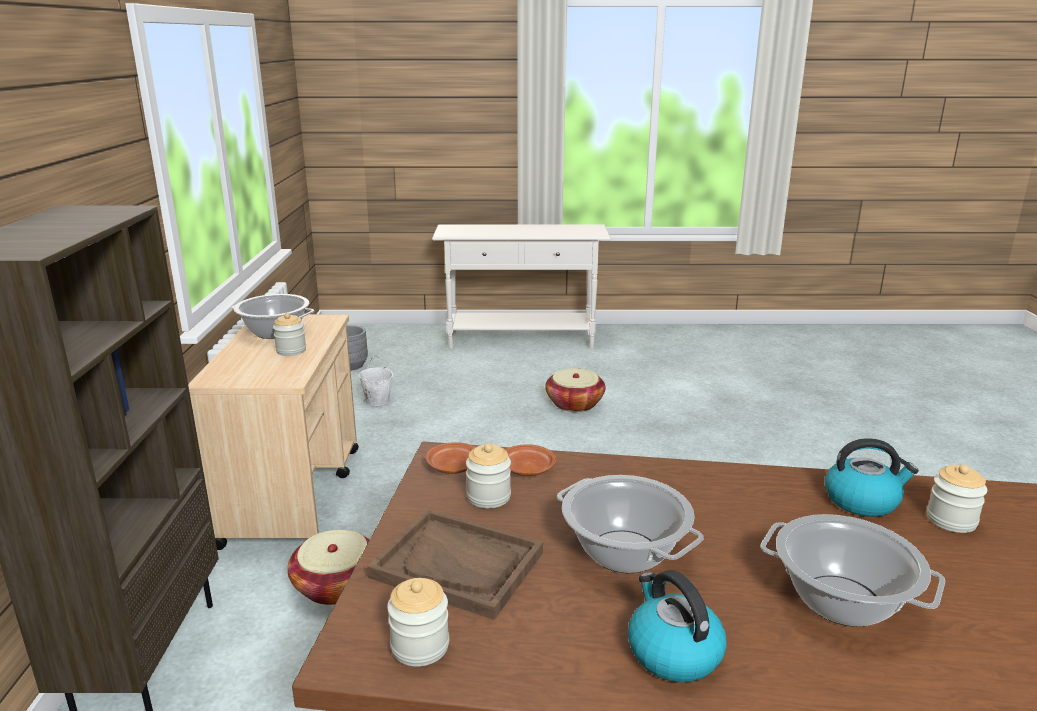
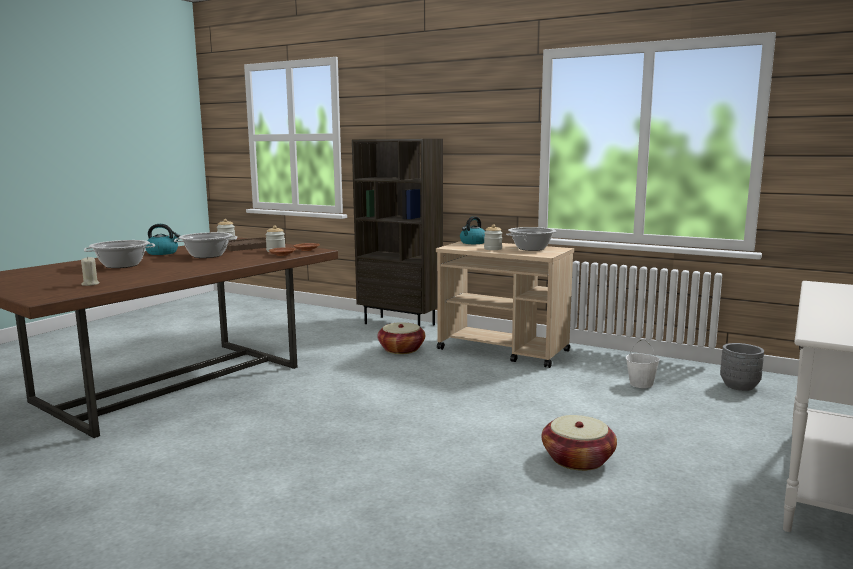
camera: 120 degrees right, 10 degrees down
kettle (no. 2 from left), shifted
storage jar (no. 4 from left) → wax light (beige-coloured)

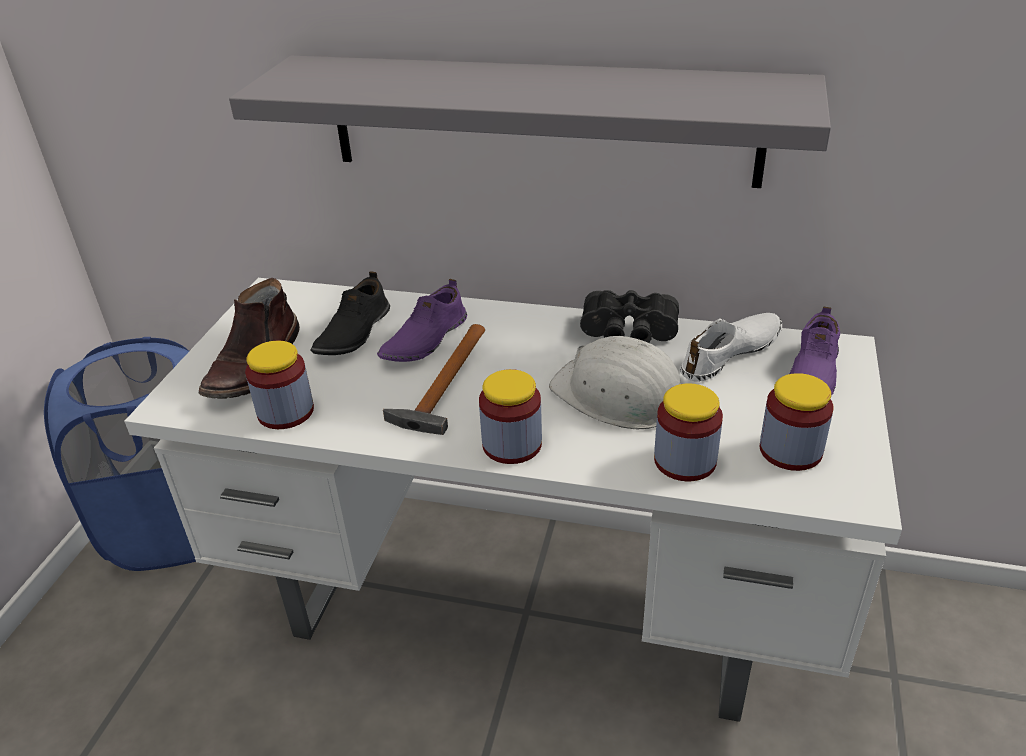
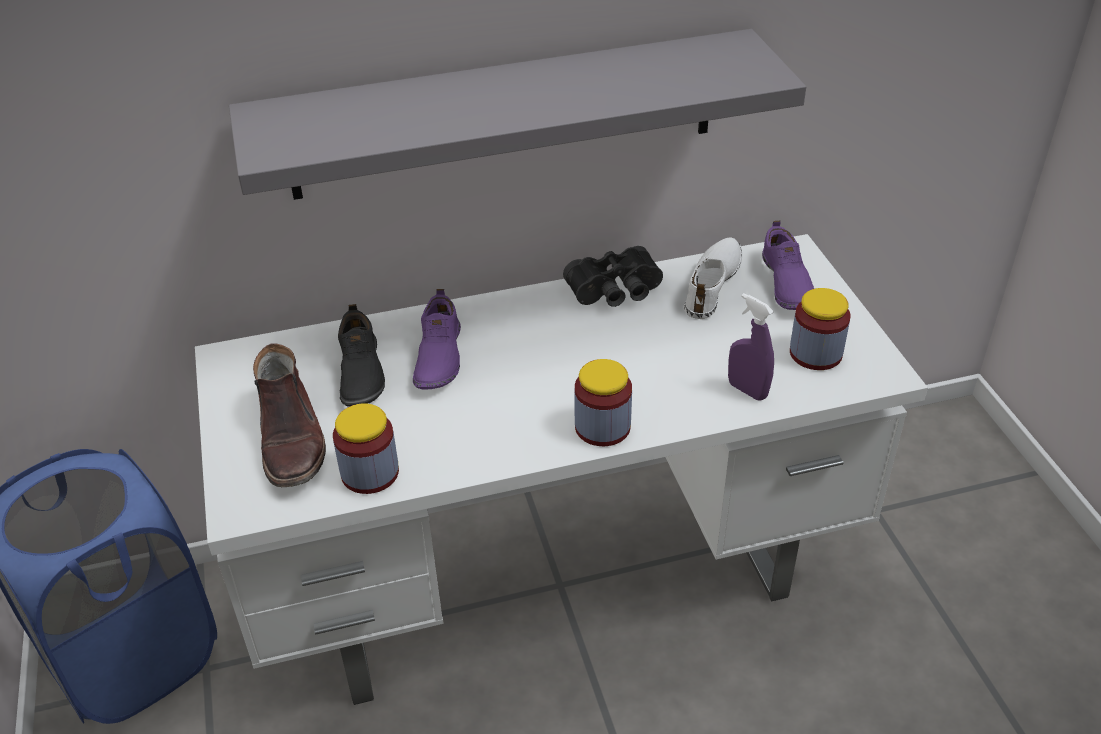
camera: 30 degrees left, 5 degrees up
tool hammer → -
work helmet (whitish) → -
storage jar (no. 3 from left) → spray bottle (purplish)

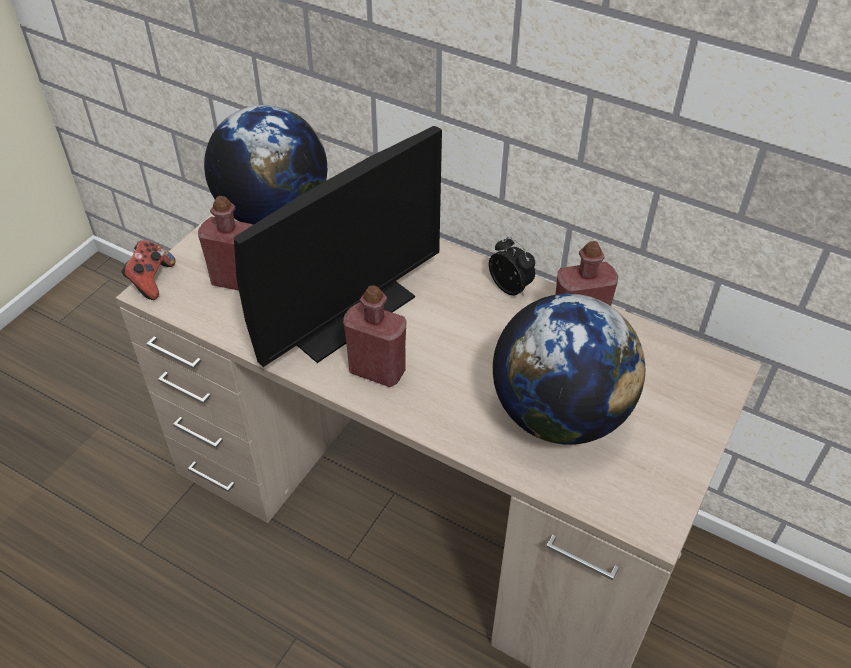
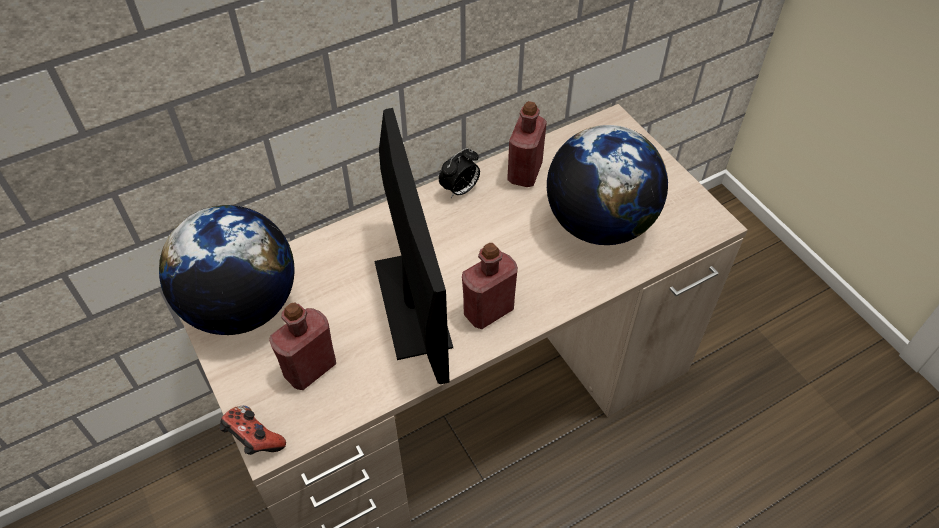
camera: 60 degrees left, 5 degrees up
alarm clock, 150 degrees clockwise

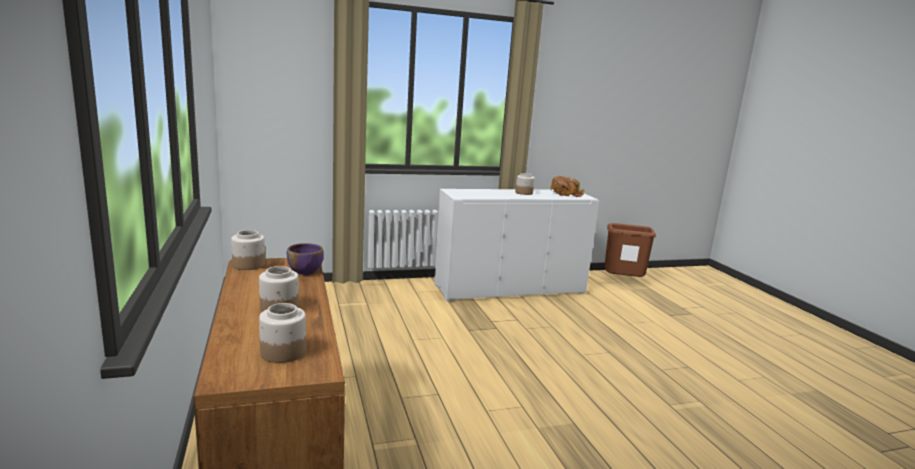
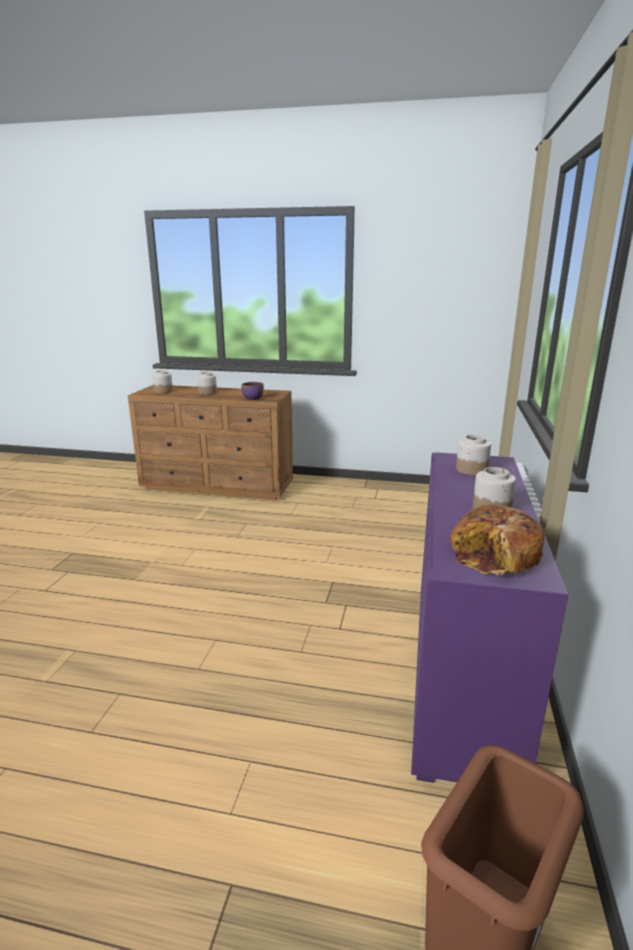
camera: 120 degrees right, 5 degrees up
storage jar (no. 1 from left in the first image) → storage jar (no. 3 from left), shifted
storage cabinet (whitish) → storage cabinet (purplish)

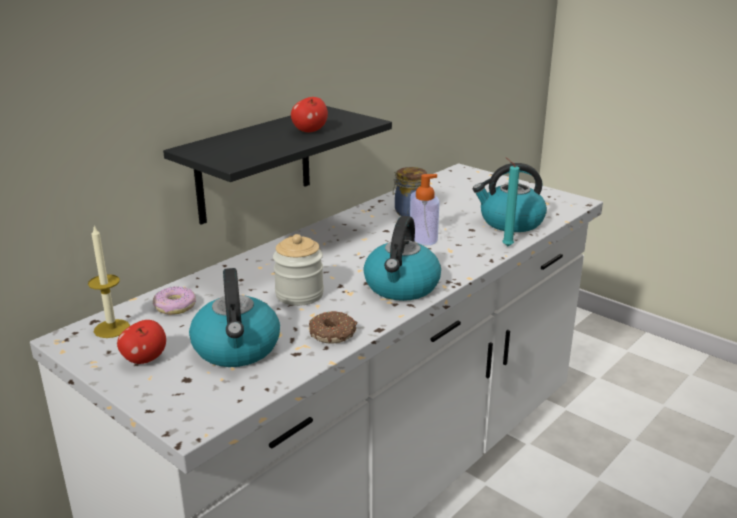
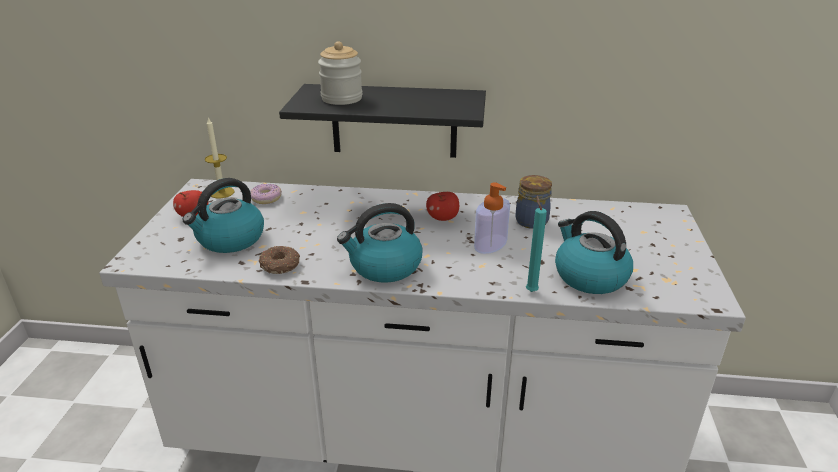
camera: 55 degrees right, 5 degrees up
storage jar (no. 1 from left), shifted
apple (no. 2 from left), shifted

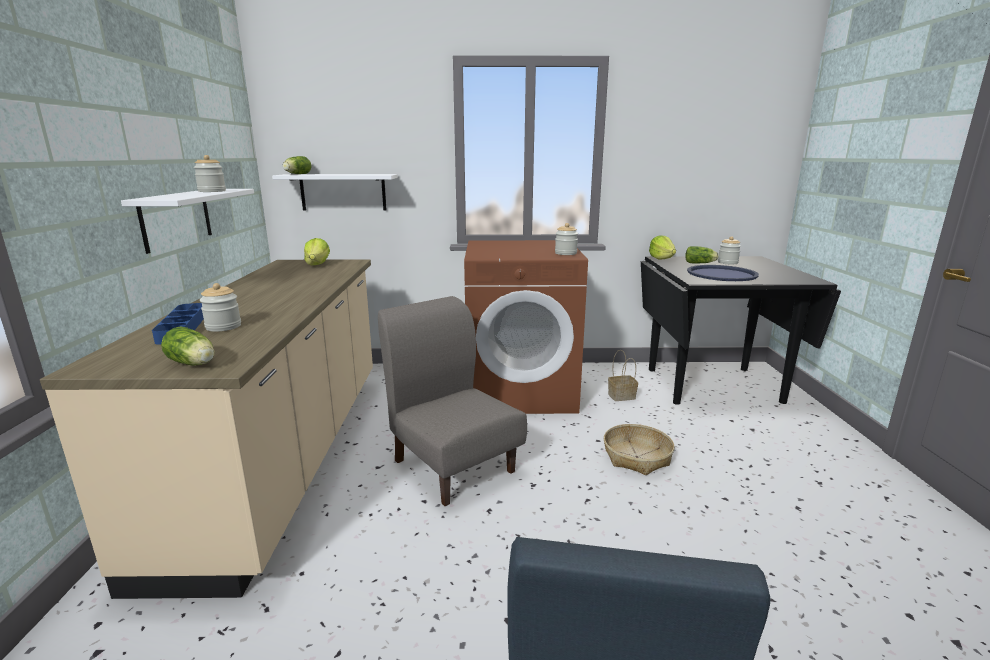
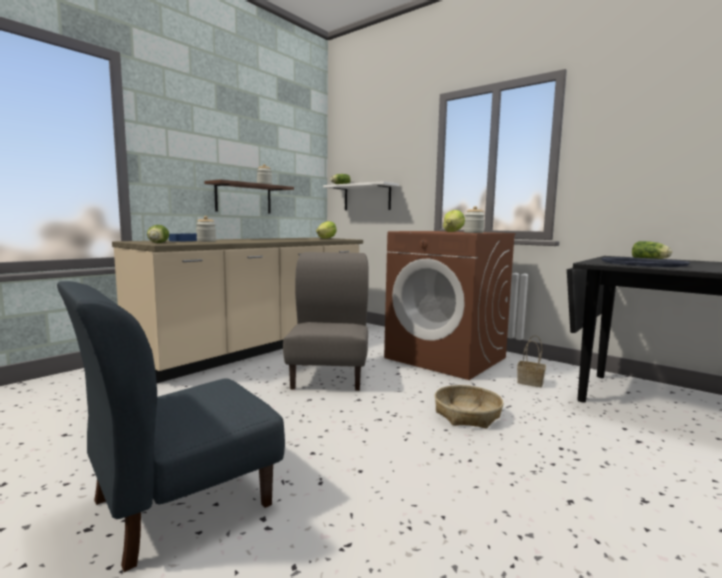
camera: 40 degrees right, 10 degrees down
storage jar (no. 4 from left) → -
lettuce head (no. 4 from left), shifted
bracket shelf (whitish) (no. 1 from left) → bracket shelf (brown)

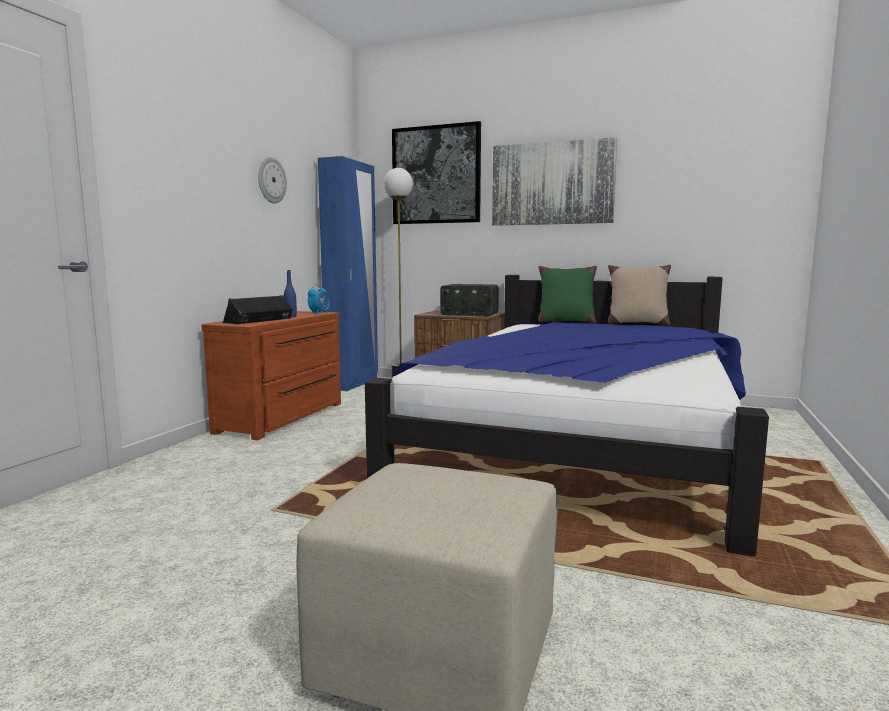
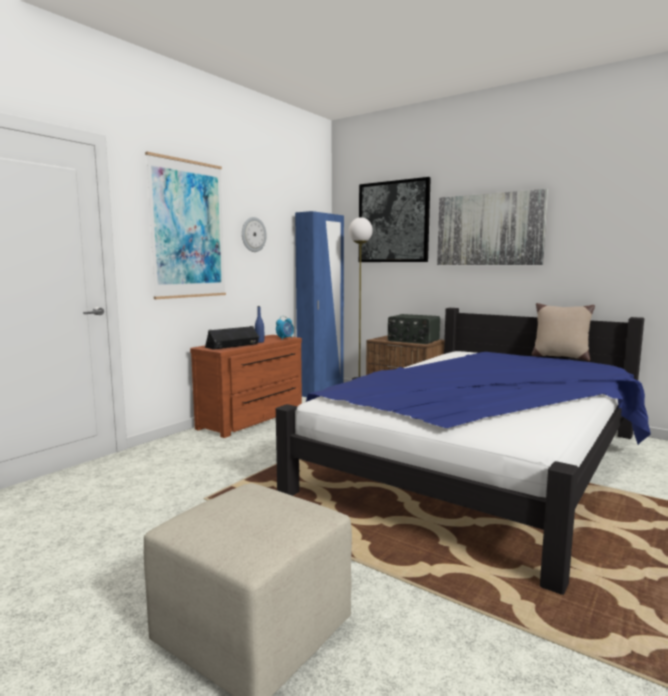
camera: 15 degrees right, 0 degrees up
pillow (green) → -
- → wall picture (no. 1 from left)

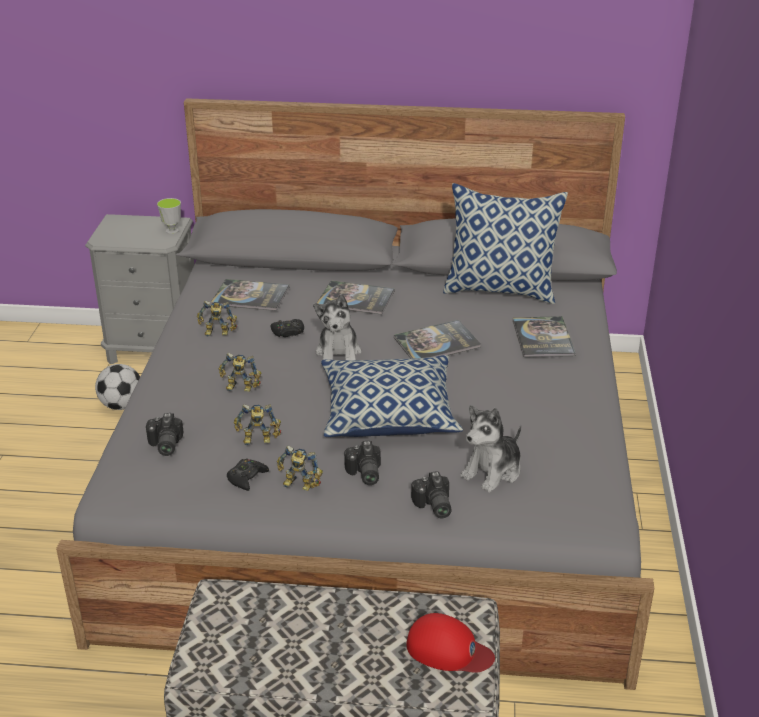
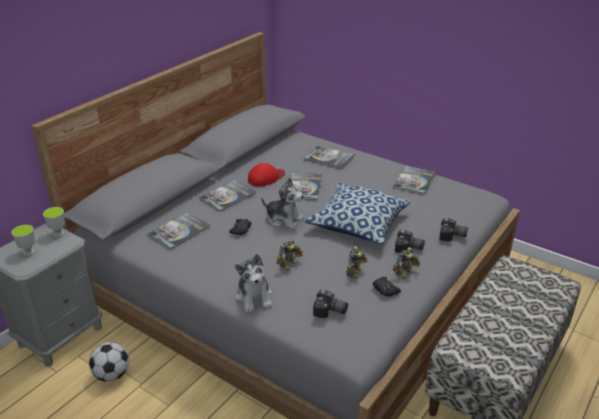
camera: 60 degrees left, 0 degrees up
model robot (no. 1 from left) → -
pillow (no. 2 from left) → -
- → small cup (no. 1 from left)
- → volume (no. 5 from left)
peaked cap (reddish), shifted
plush toy (no. 2 from left in the first image) → plush toy (no. 1 from left), shifted

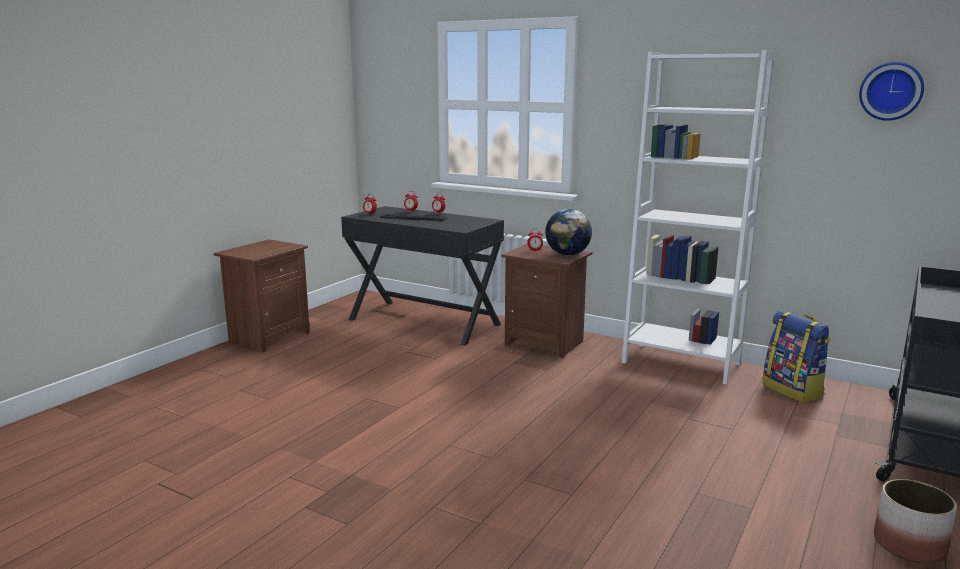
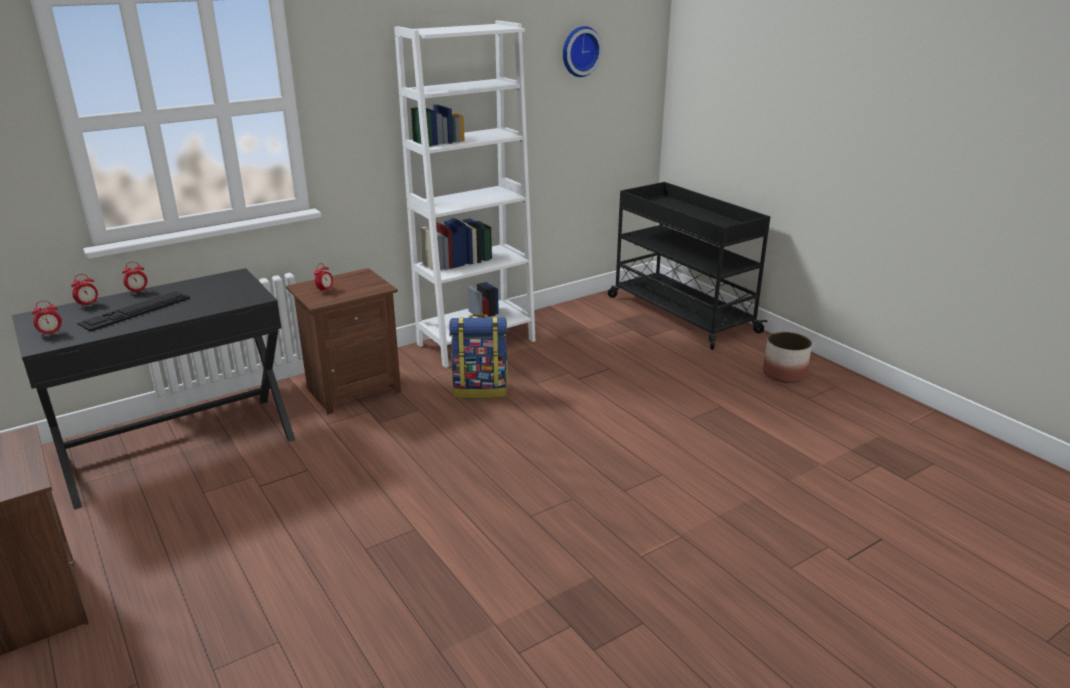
camera: 65 degrees left, 10 degrees up
desk globe → -
rucksack, shifted

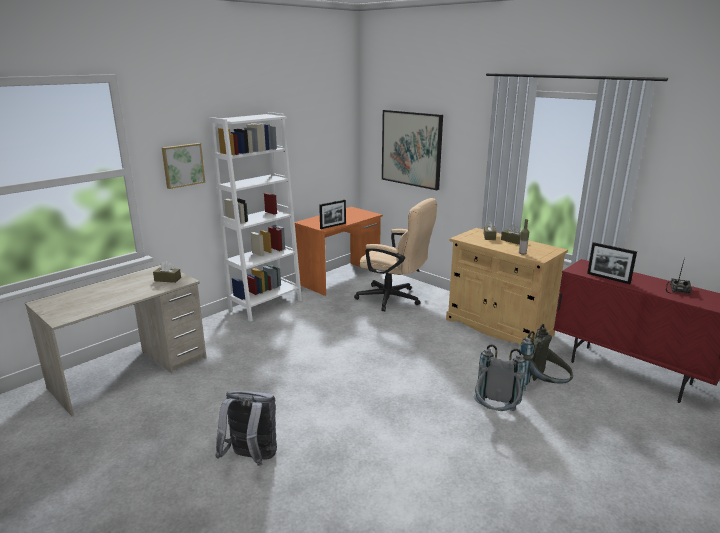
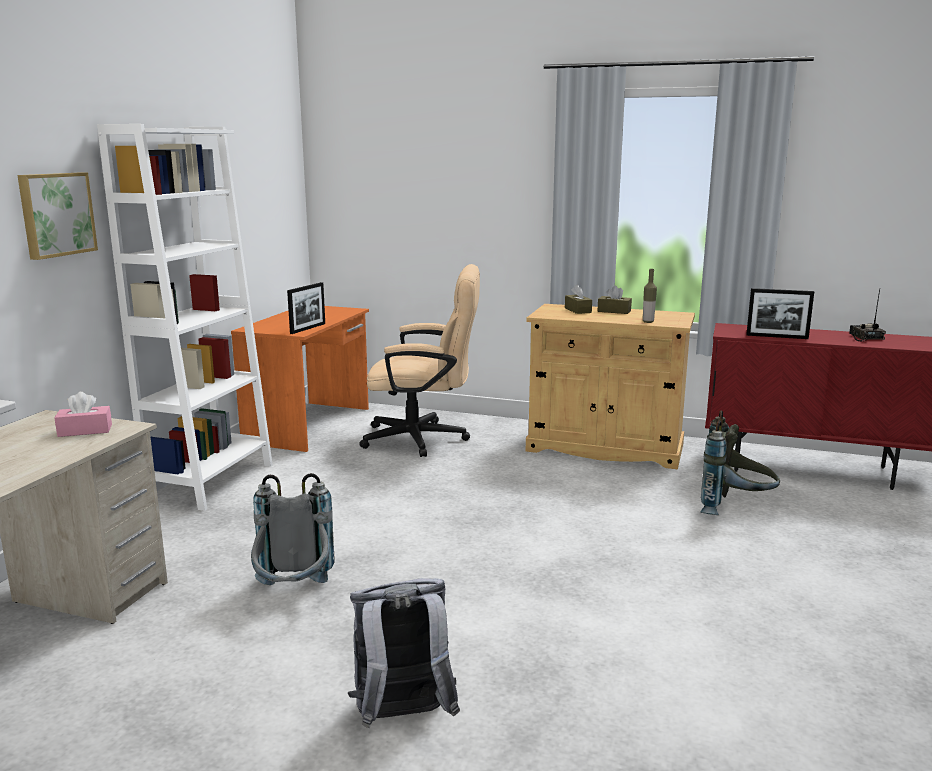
camera: 25 degrees left, 5 degrees down
wall picture (no. 2 from left) → -
rucksack (grey) (no. 2 from left in the first image) → rucksack (grey) (no. 1 from left), shifted
tissue holder (brown) (no. 1 from left) → tissue holder (pinkish)

